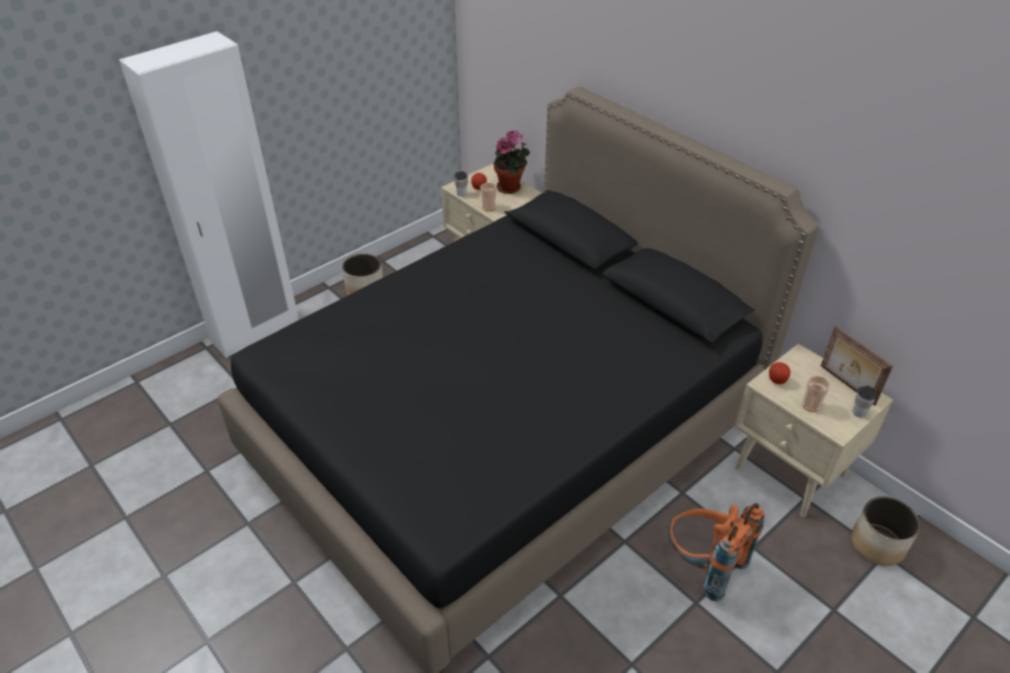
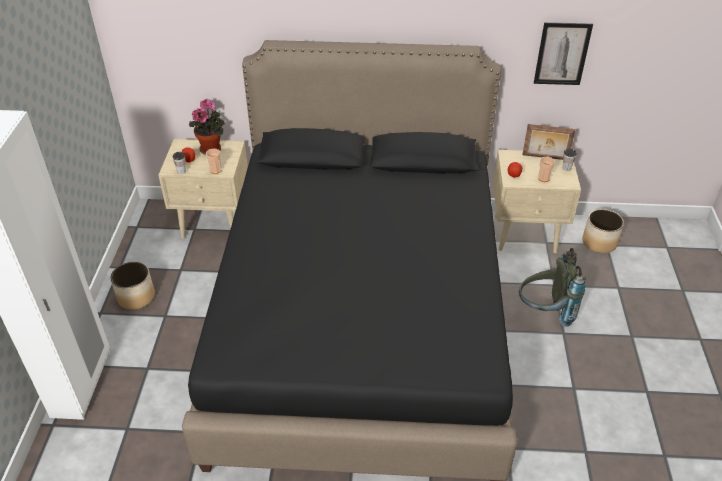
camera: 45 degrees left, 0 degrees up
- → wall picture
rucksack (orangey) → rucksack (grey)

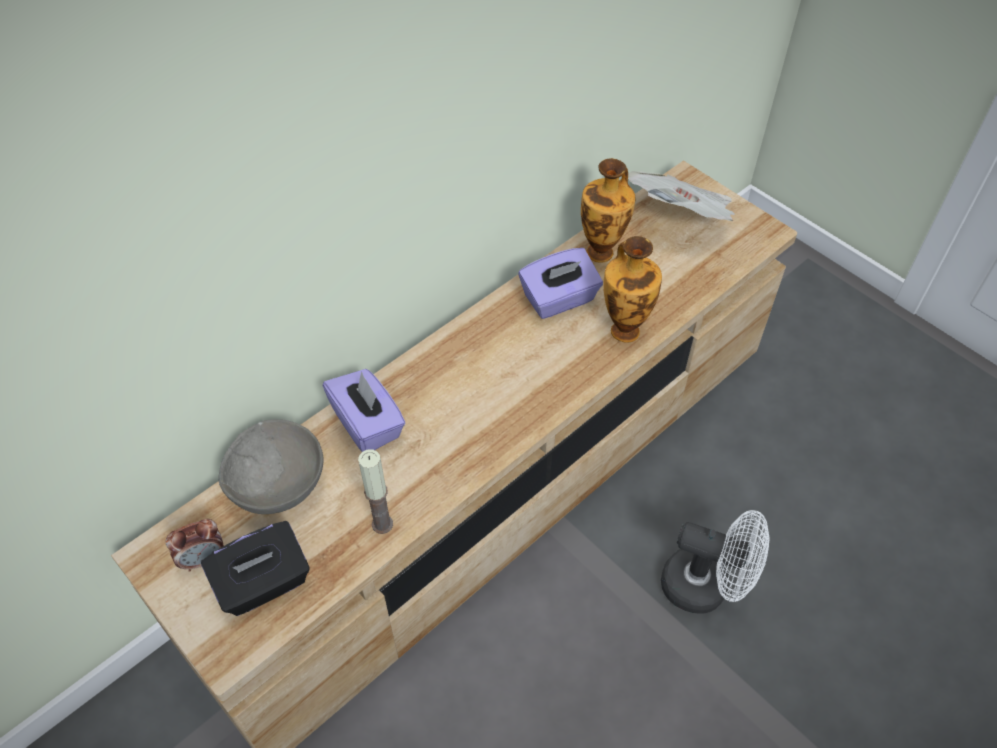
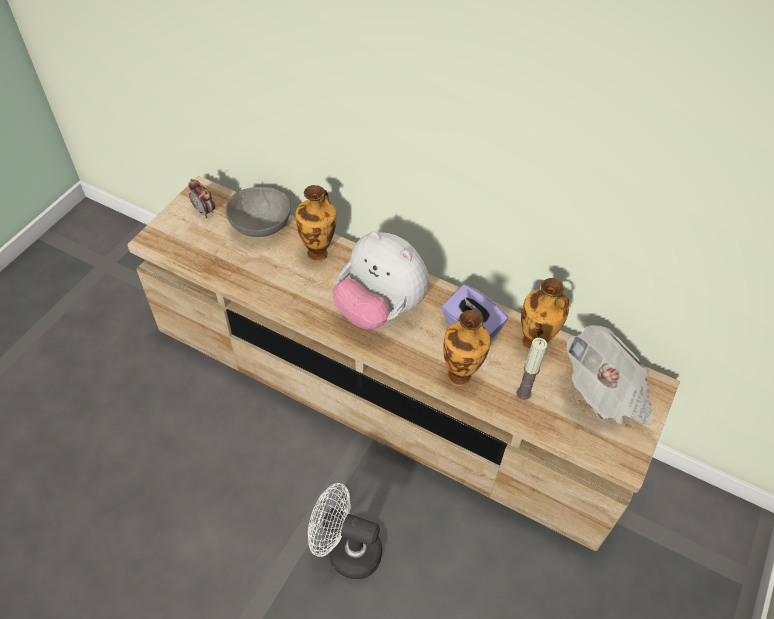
camera: 70 degrees right, 0 degrees up
tissue holder (black) → -
- → plush toy
wax light, shifted
tissue holder (purplish) (no. 1 from left) → vase (no. 1 from left)
electric fan (whitish), 105 degrees clockwise

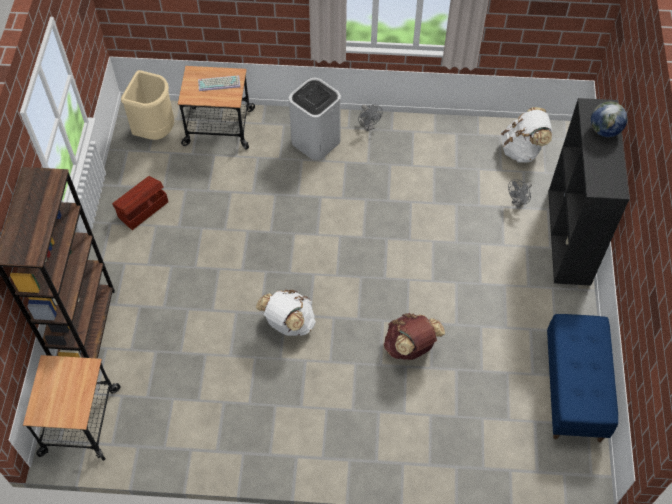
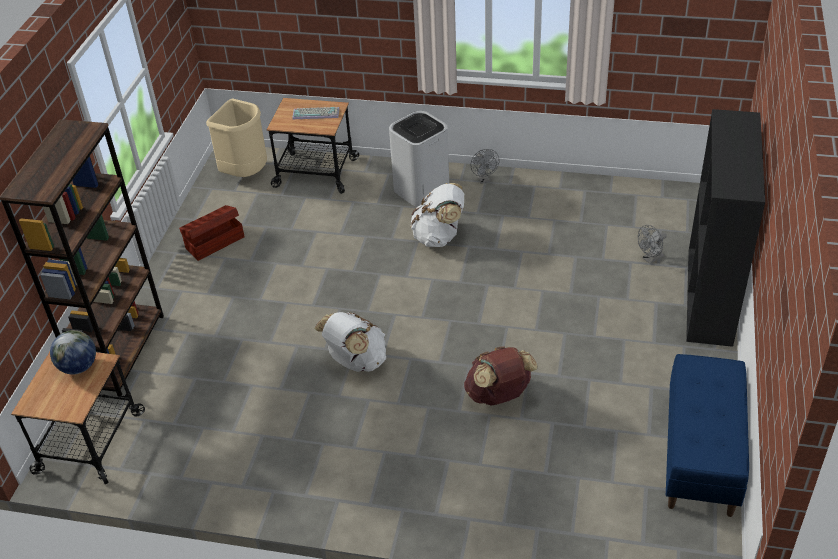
camera: 10 degrees right, 15 degrees down
rucksack (whitish) (no. 2 from left), shifted
desk globe, shifted

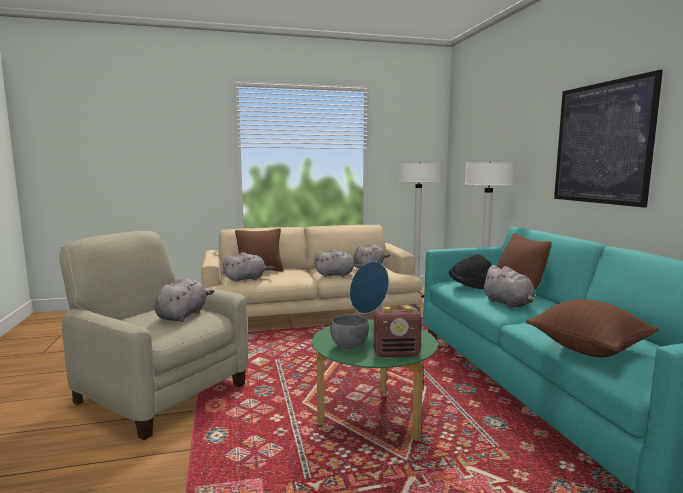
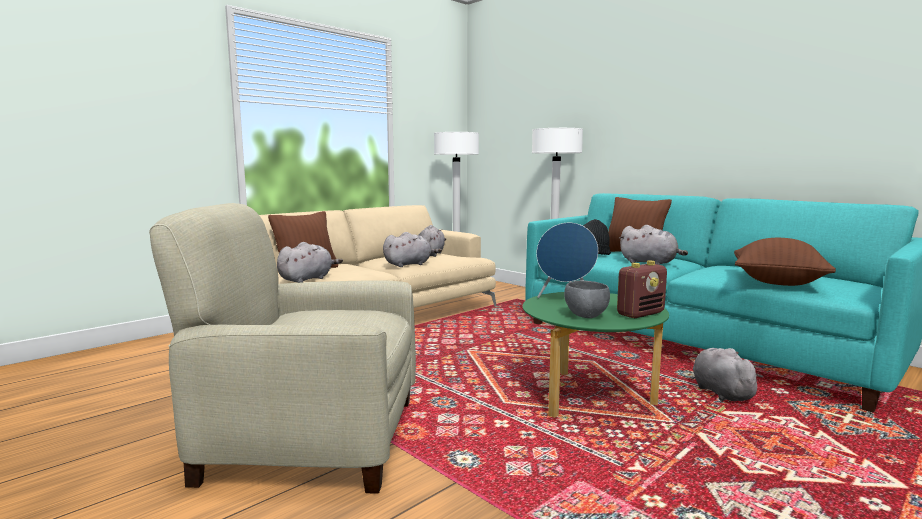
camera: 30 degrees left, 0 degrees up
wall picture → -
plush toy (grey) (no. 1 from left in the first image) → plush toy (grey) (no. 5 from left), shifted

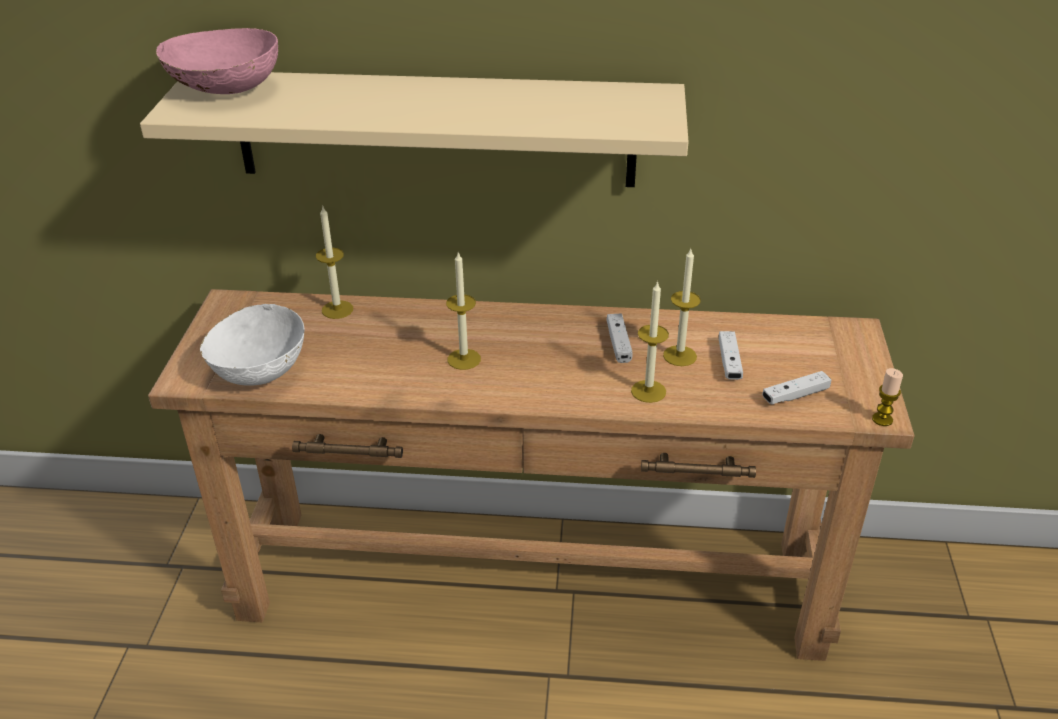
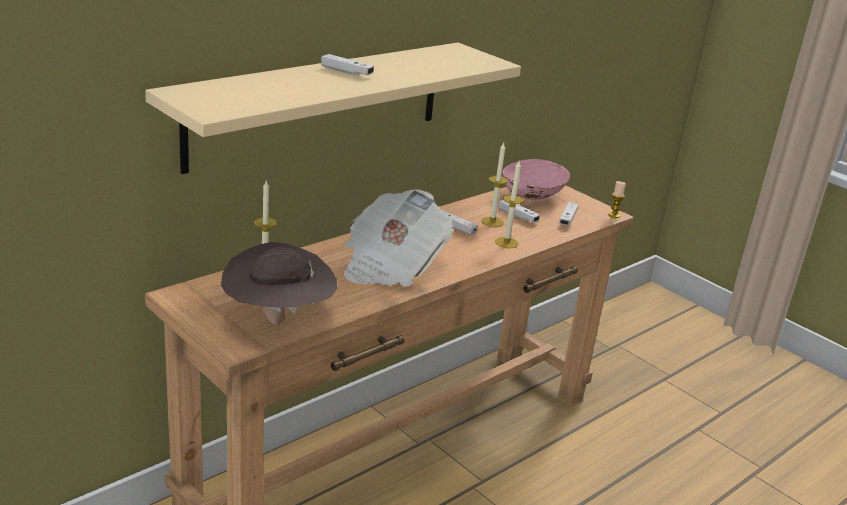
camera: 50 degrees left, 10 degrees down
- → game controller (whitish) (no. 1 from left)
deep dish (pinkish), shifted
deep dish (whitish) → wearable hat (brown)
wax light (no. 2 from left) → printed paper

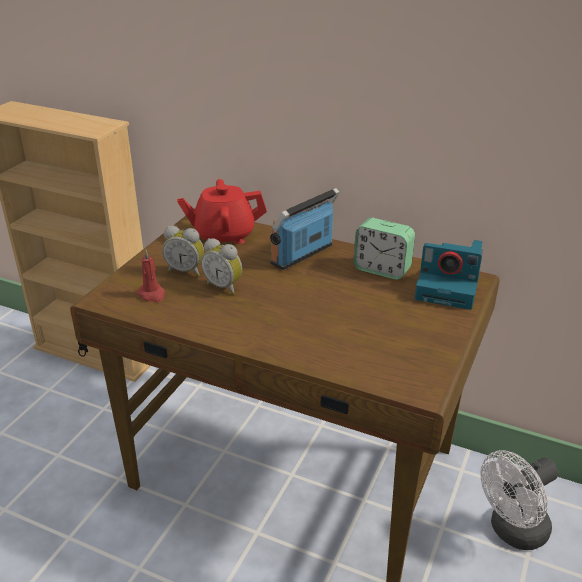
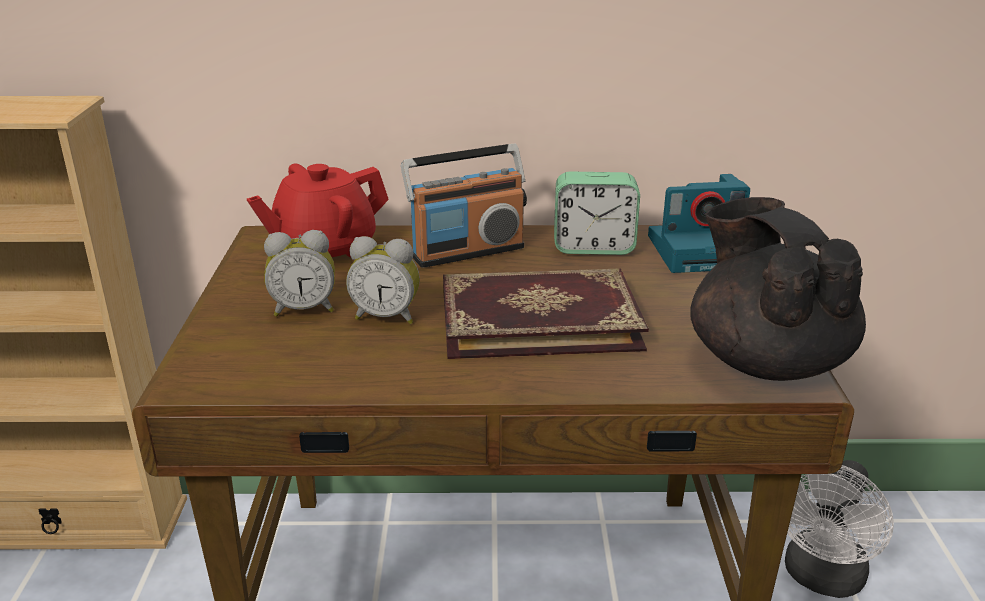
camera: 25 degrees left, 5 degrees down
wax light (reddish) → -
- → volume
- → teapot (black)
radio set, 135 degrees counterclockwise

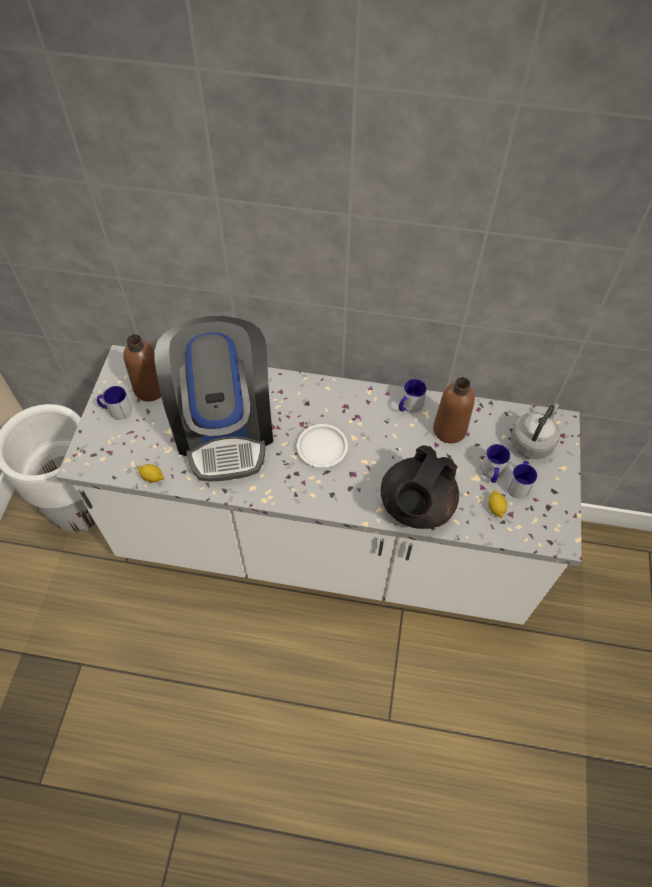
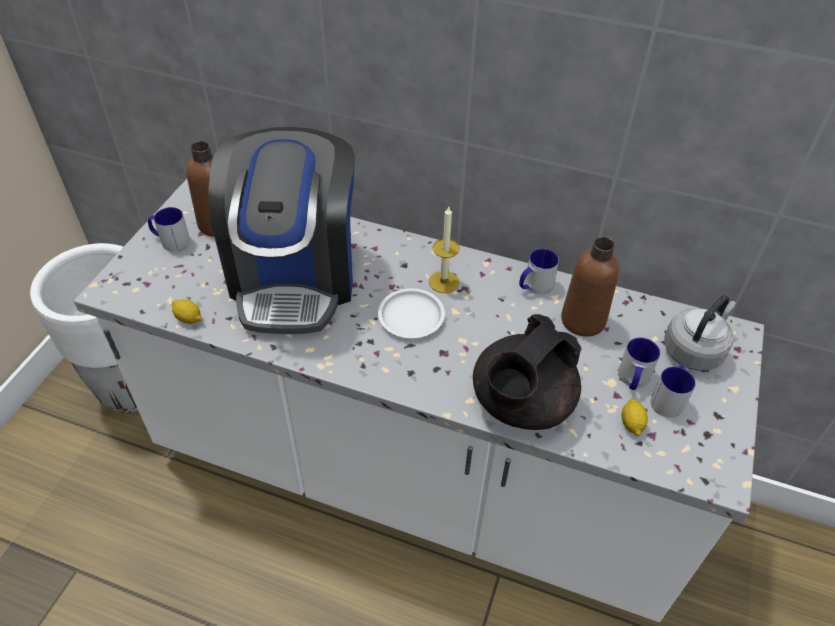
camera: 10 degrees right, 10 degrees down
- → wax light

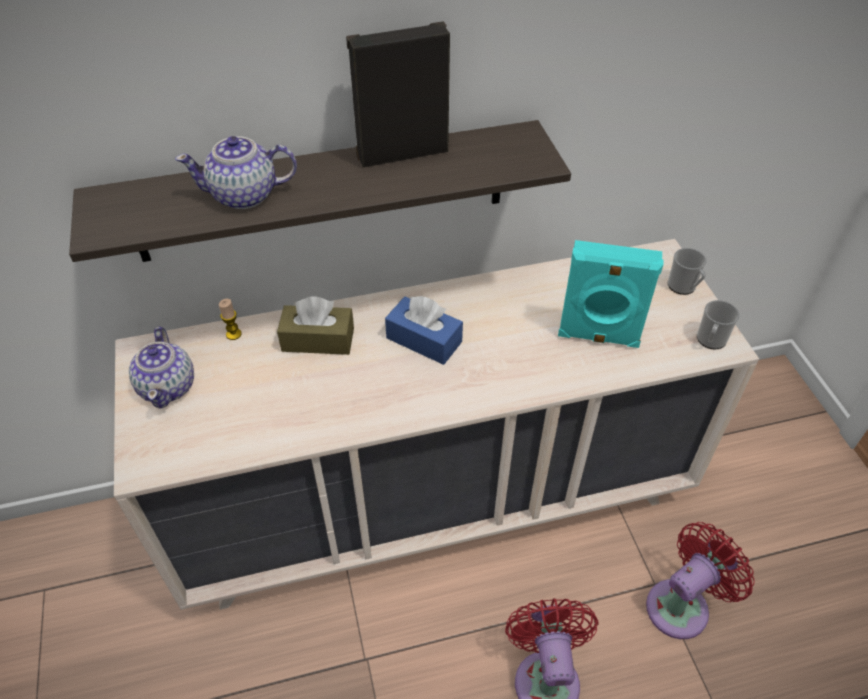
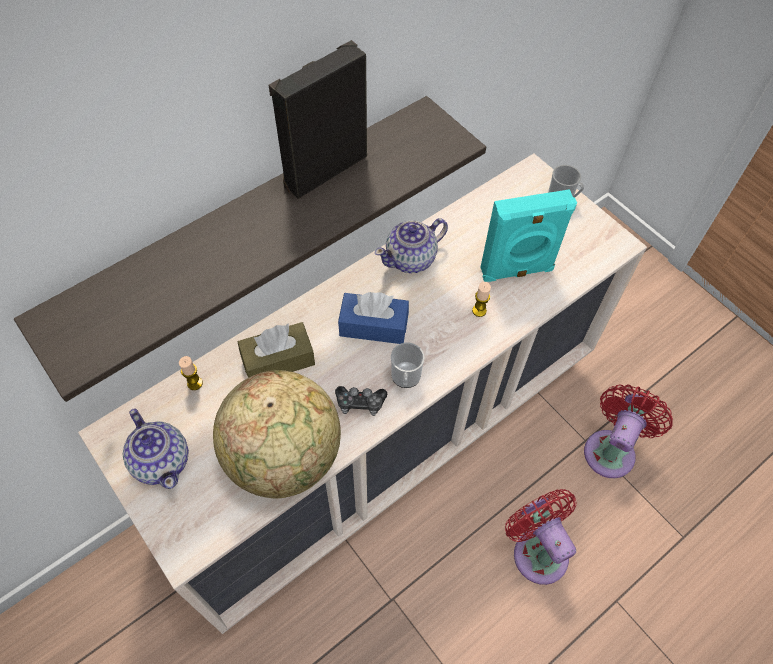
camera: 25 degrees left, 10 degrees up
- → desk globe
- → game controller
- → wax light (no. 2 from left)
teapot (no. 2 from left), shifted
mug (no. 2 from left in the first image) → mug (no. 1 from left), shifted

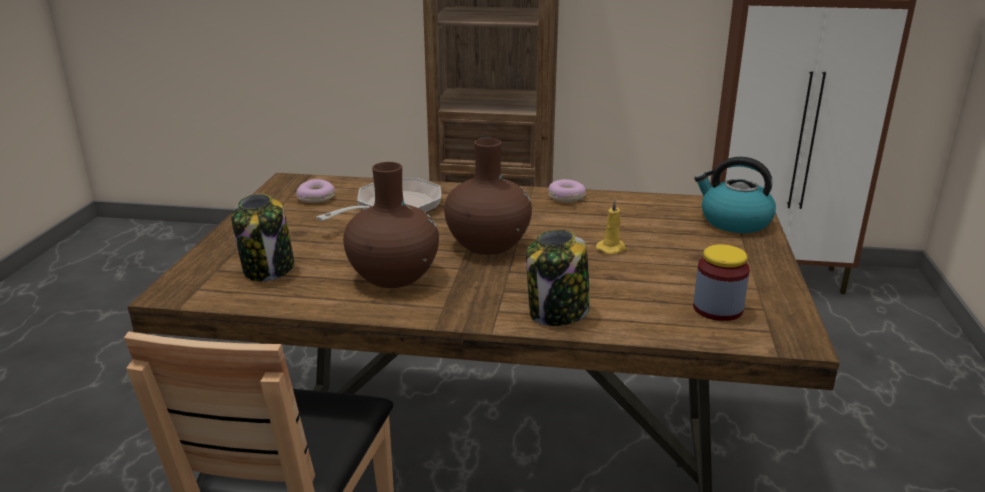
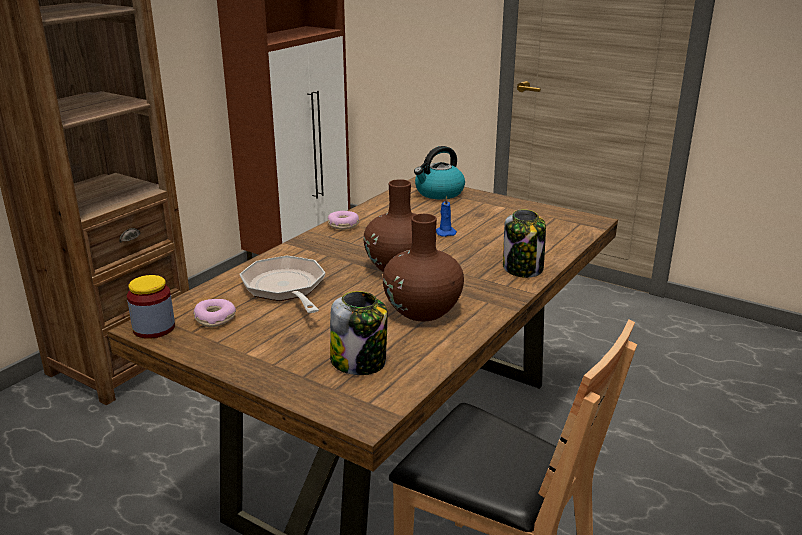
camera: 65 degrees left, 0 degrees up
storage jar (no. 3 from left in the first image) → storage jar (no. 1 from left), shifted
wax light (yellow) → wax light (blue)

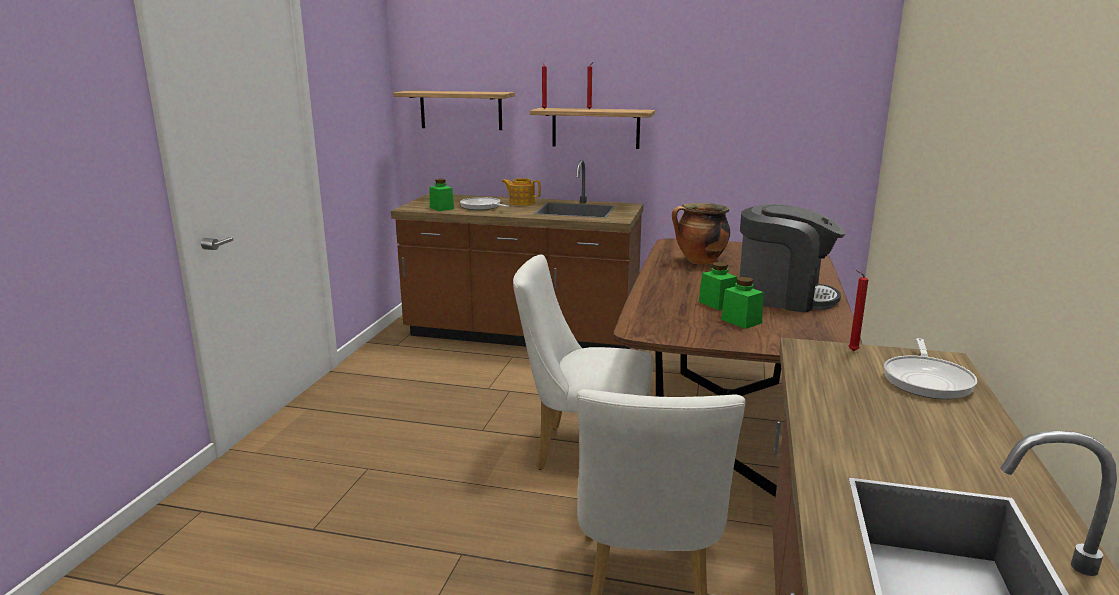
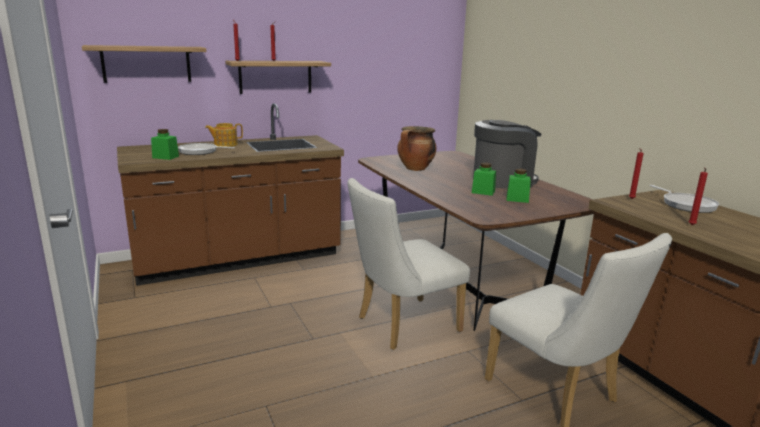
camera: 40 degrees left, 0 degrees up
- → wax light (reddish) (no. 4 from left)

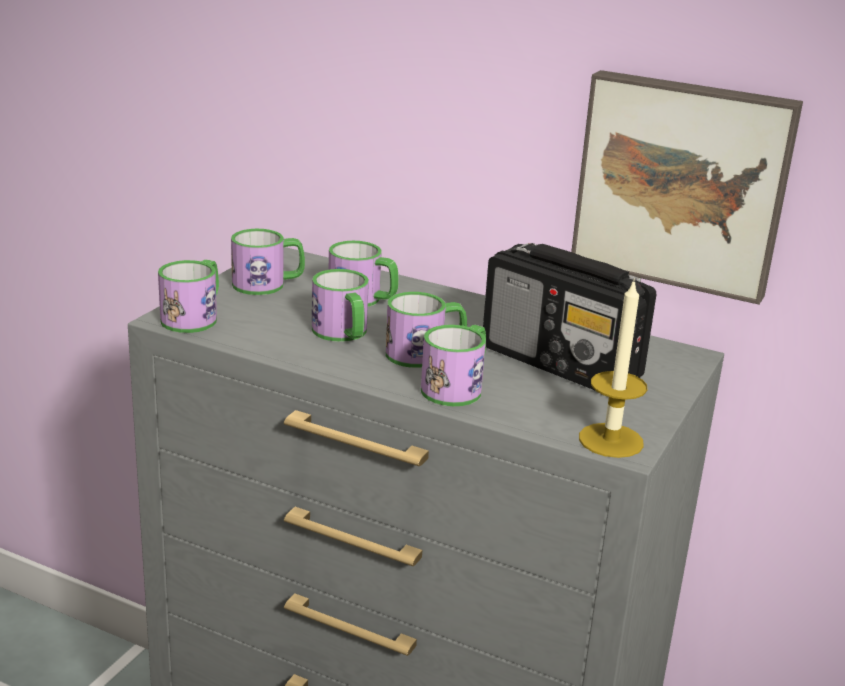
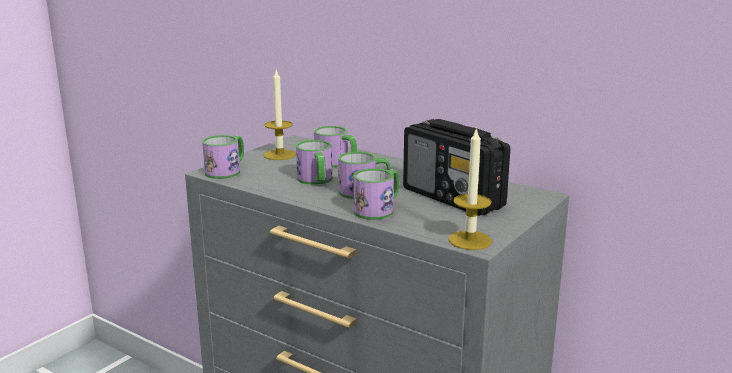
camera: 10 degrees right, 5 degrees down
wall picture → -
mug (no. 2 from left) → wax light (no. 1 from left)

